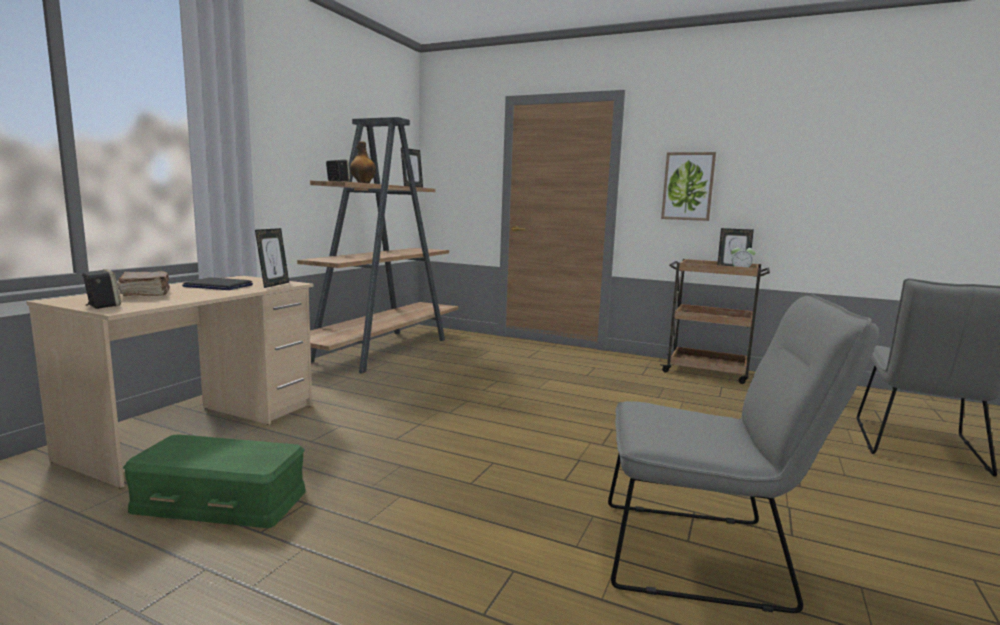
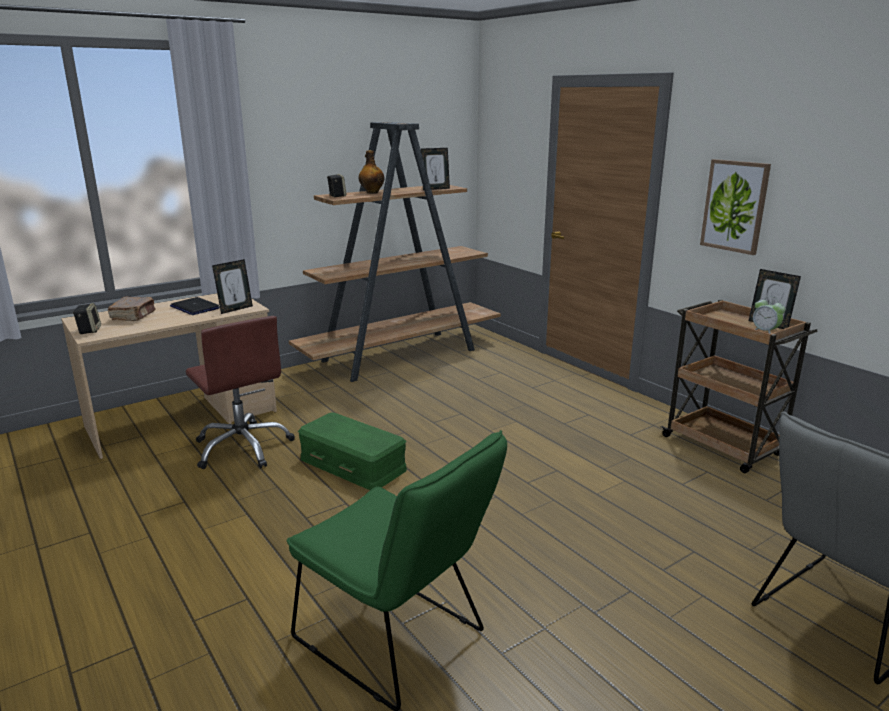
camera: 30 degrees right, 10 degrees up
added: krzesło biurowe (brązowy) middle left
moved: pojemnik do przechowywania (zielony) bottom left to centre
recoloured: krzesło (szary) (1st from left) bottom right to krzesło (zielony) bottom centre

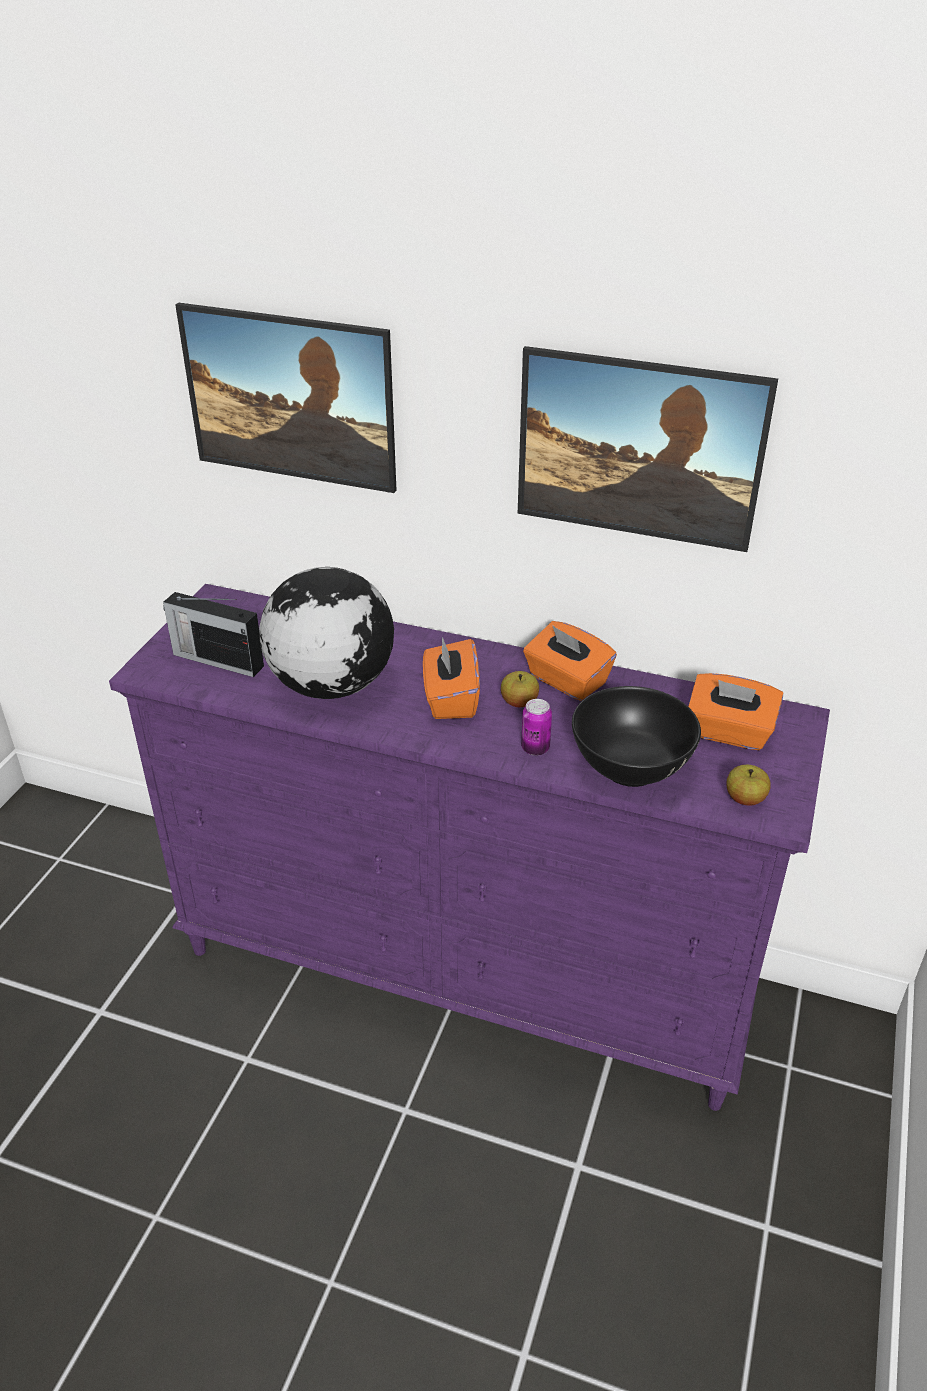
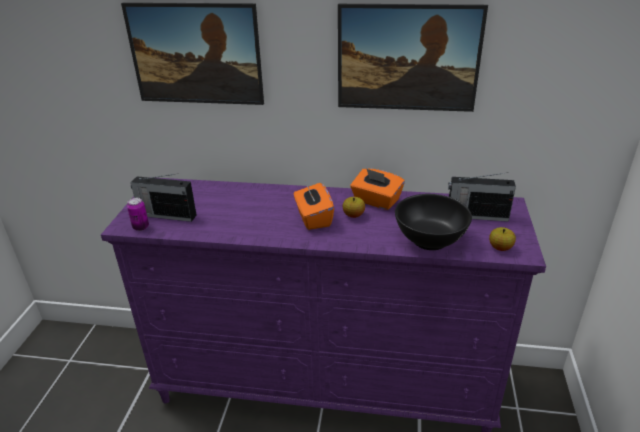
camera: 10 degrees left, 5 degrees down
removed: globus centre
moved: puszka centre to middle left
replaced: pudełko chusteczek (pomarańczowy) (3rd from left) middle right to radio (2nd from left) middle right

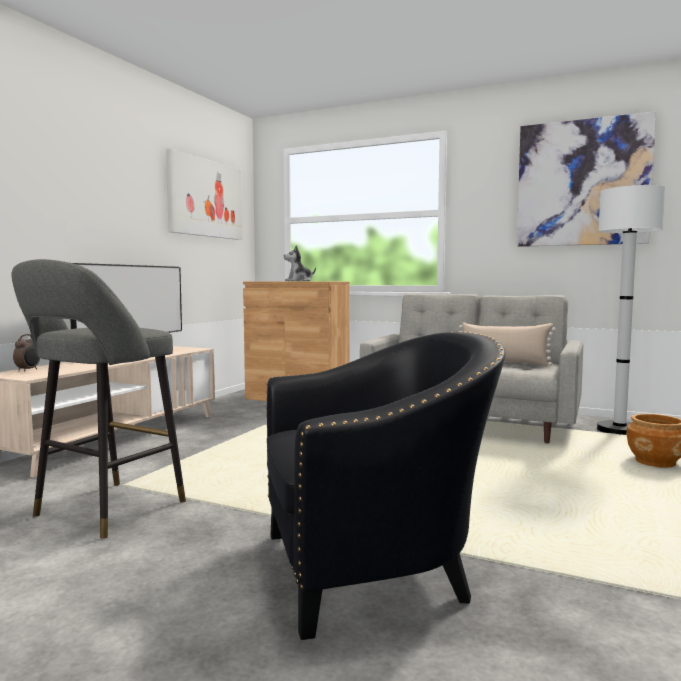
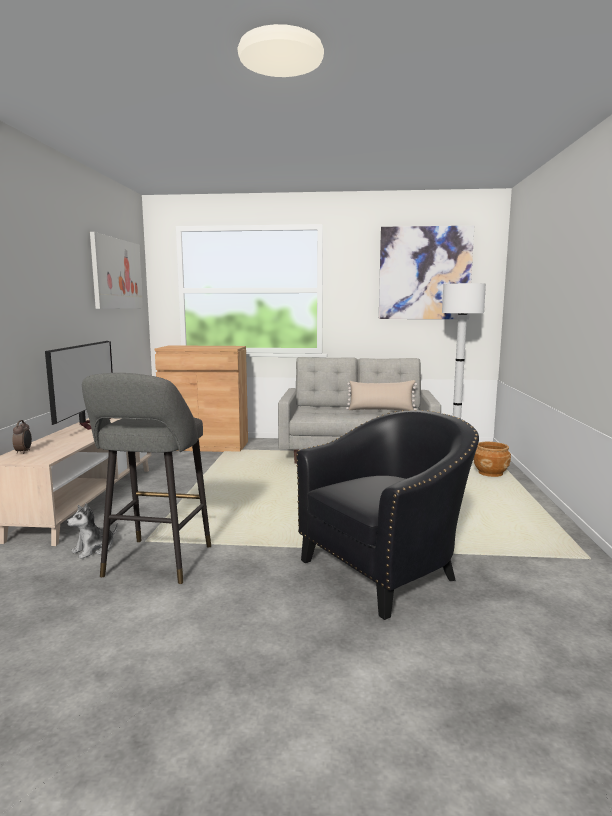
camera: 20 degrees left, 5 degrees up
moved: pluszak centre to middle left

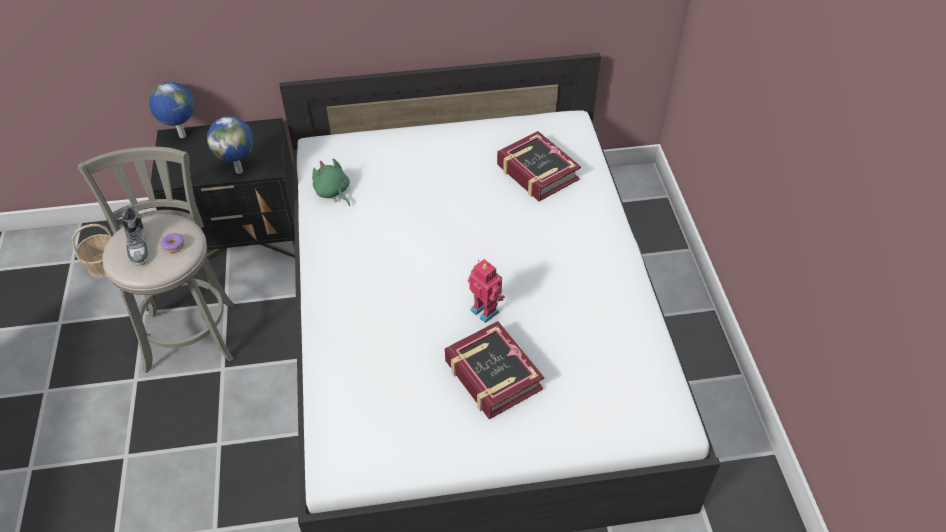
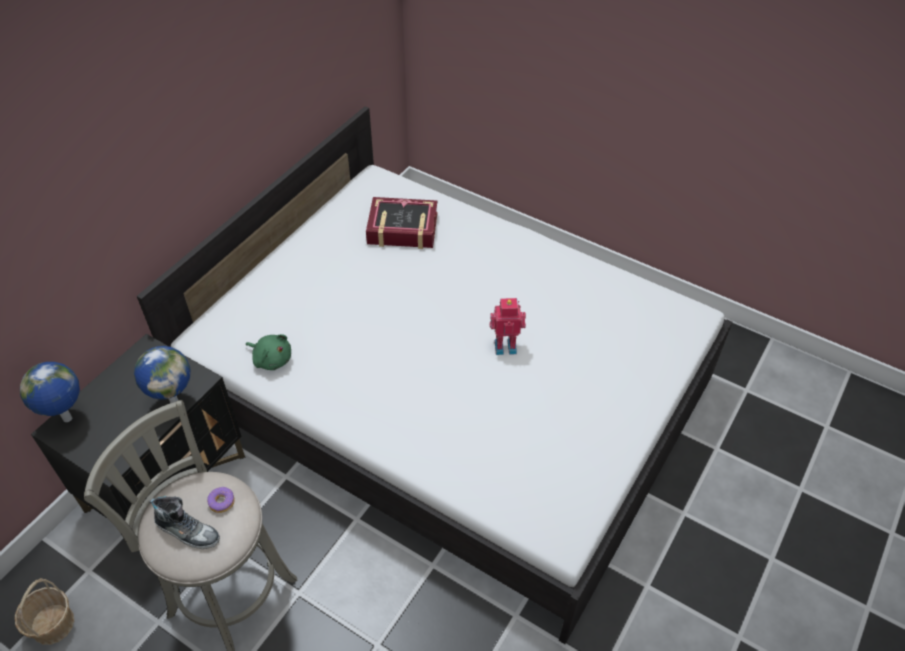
camera: 50 degrees left, 0 degrees up
removed: książka (1st from left) bottom centre
turned: pluszak (zielony) centre = middle left 150 degrees counterclockwise

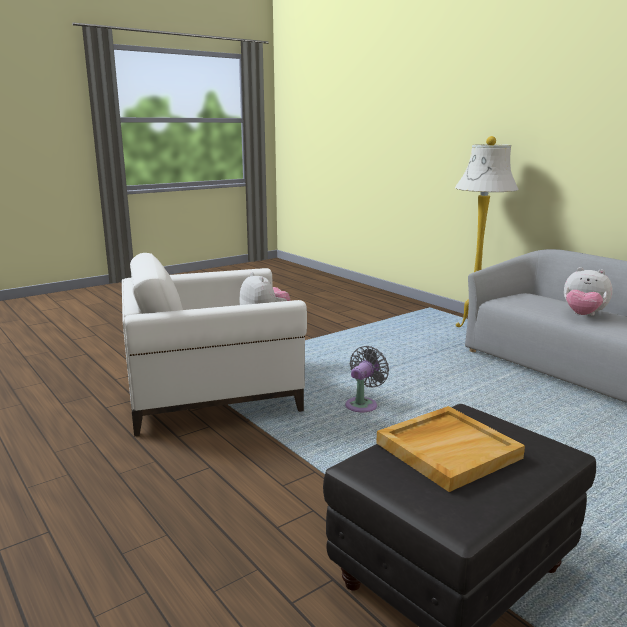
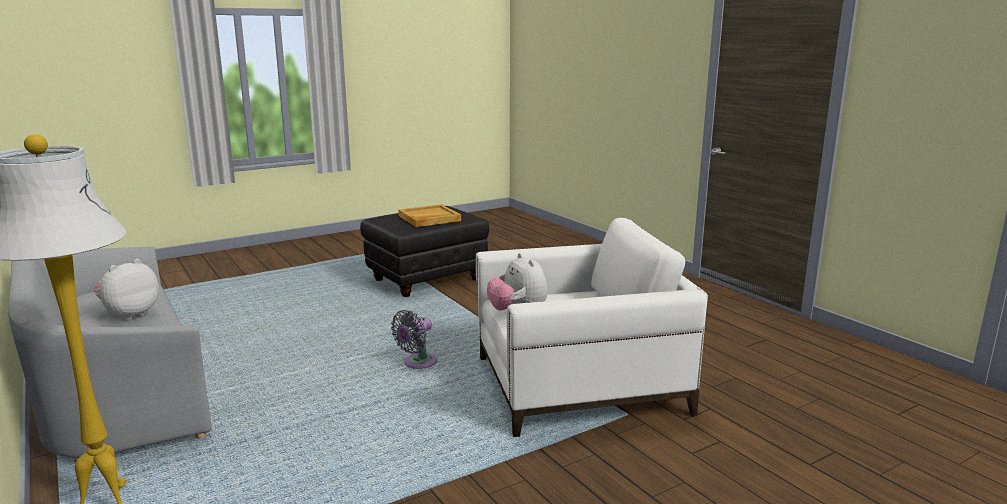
camera: 175 degrees left, 0 degrees up
turned: pluszak (2nd from left in the first image) middle right = middle left 90 degrees counterclockwise

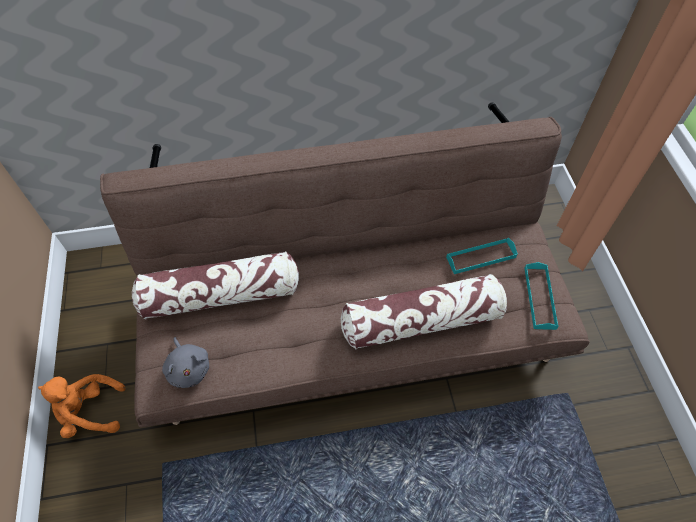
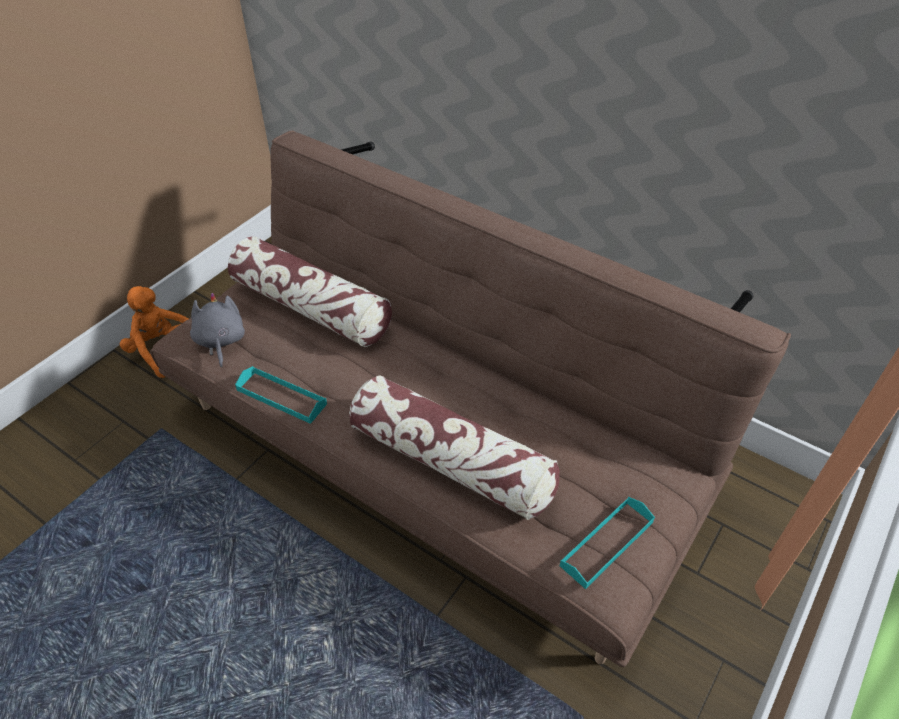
camera: 45 degrees right, 10 degrees down
moved: taca (turkusowy) (1st from left) middle right to middle left
turned: pluszak (szary) bottom left = middle left 150 degrees clockwise

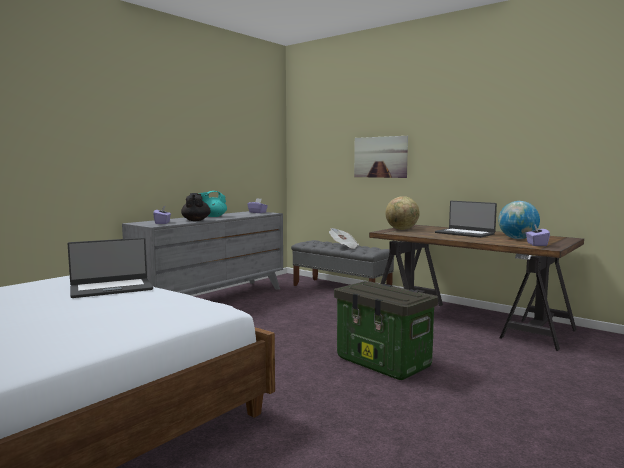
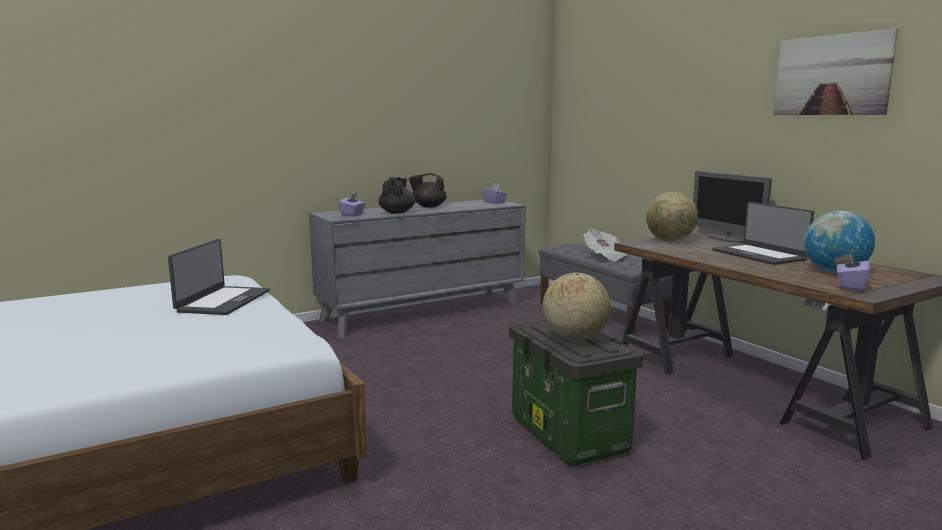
camera: 20 degrees right, 5 degrees up
added: globus (1st from left) centre; monitor middle right
moved: obraz centre to top right
recoloured: imbryk (turkusowy) centre to imbryk (czarny) (2nd from left) centre
turned: laptop (1st from left) middle left = middle left 75 degrees counterclockwise

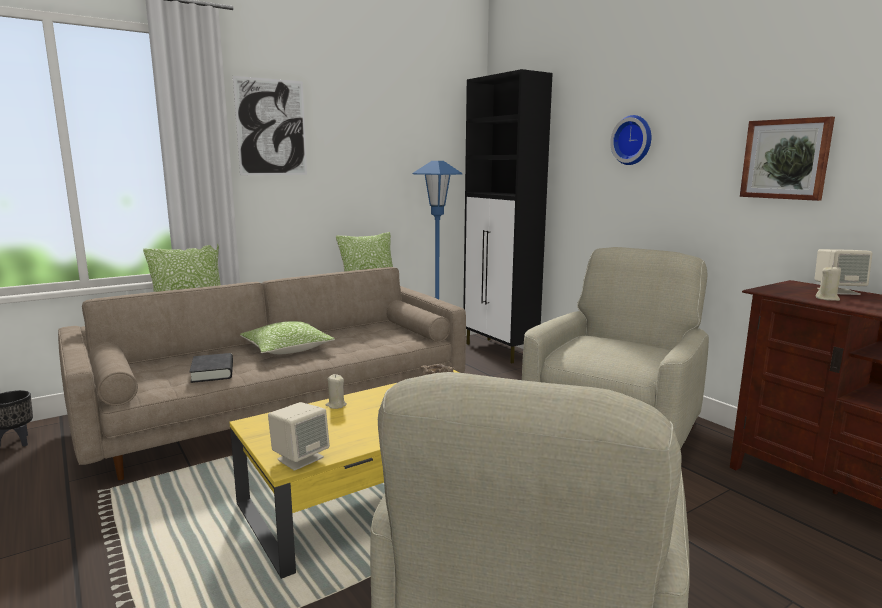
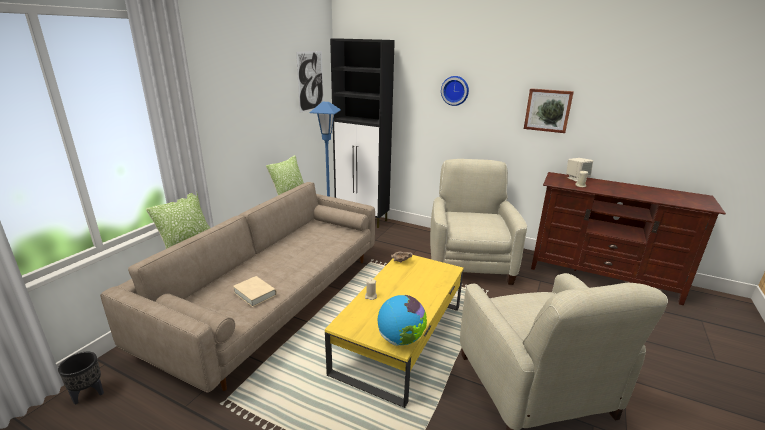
camera: 30 degrees left, 10 degrees up
removed: poduszka (2nd from left) middle left
moved: obraz (1st from left) top left to top centre
replaced: głośnik (beżowy) (1st from left) bottom centre to globus bottom centre
recoloured: książka (czarny) middle left to książka (beżowy) bottom centre

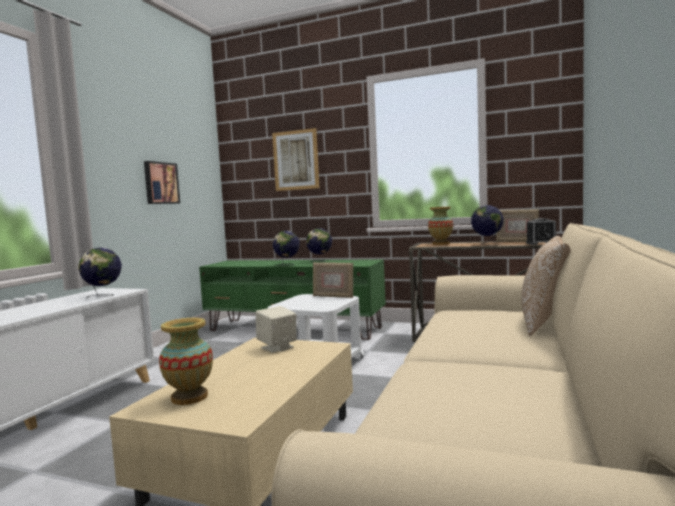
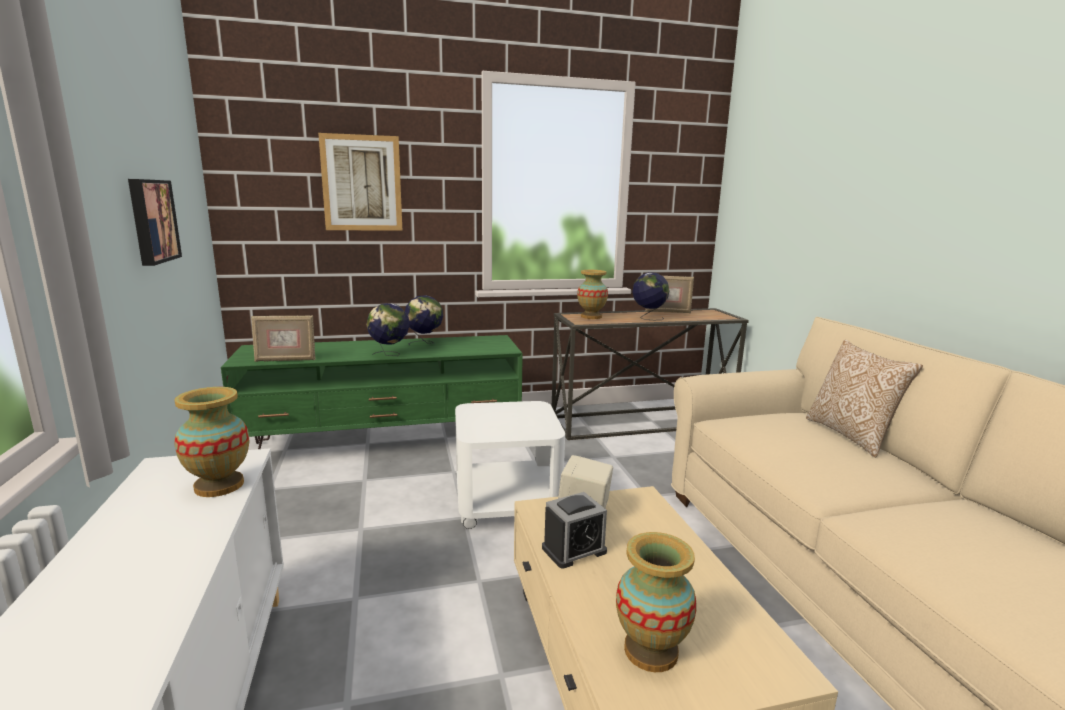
camera: 35 degrees left, 10 degrees up
moved: ramka na zdjęcie (1st from left) centre to middle left; budzik middle right to bottom centre
replaced: globus (1st from left) middle left to wazon (1st from left) middle left

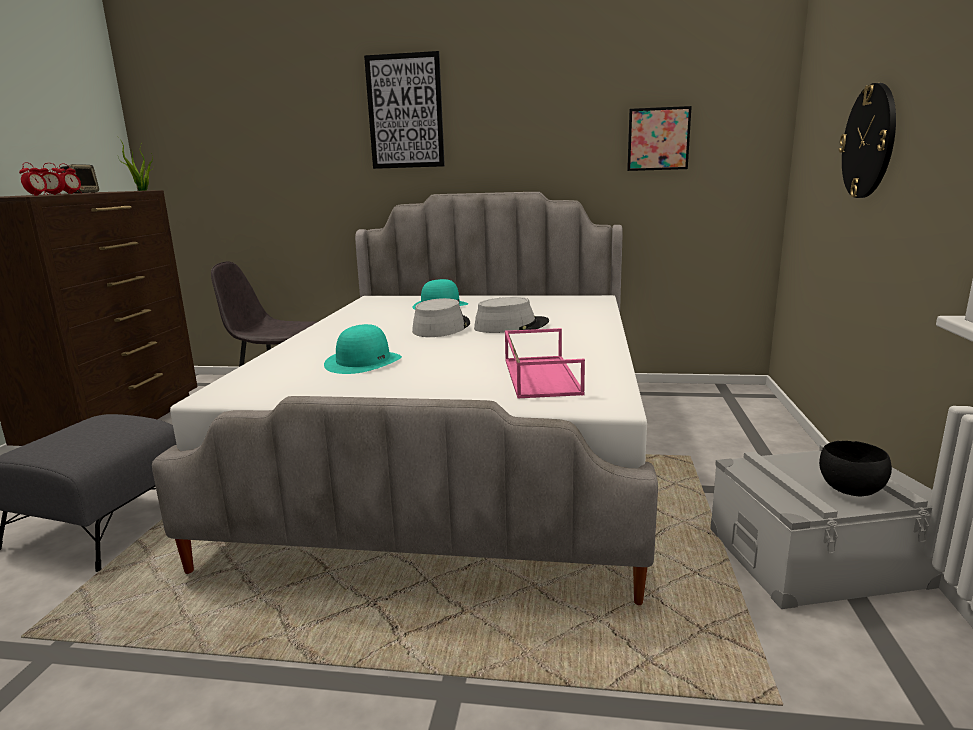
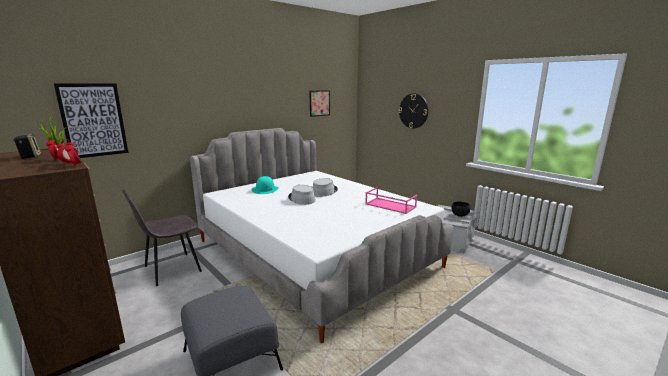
camera: 50 degrees left, 0 degrees up
removed: kapelusz (turkusowy) (1st from left) centre
moved: obraz (1st from left) top centre to top left

